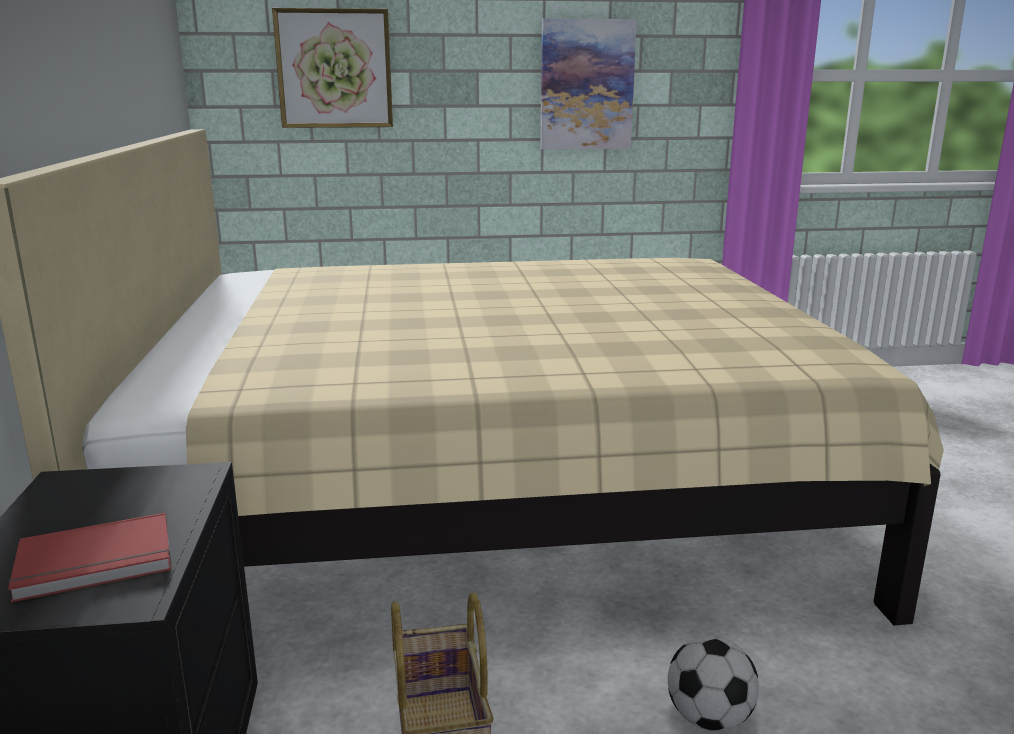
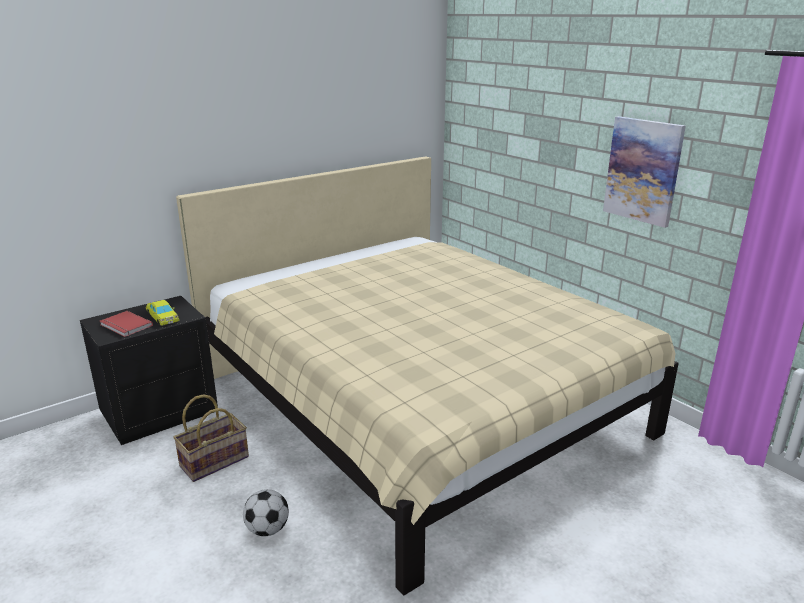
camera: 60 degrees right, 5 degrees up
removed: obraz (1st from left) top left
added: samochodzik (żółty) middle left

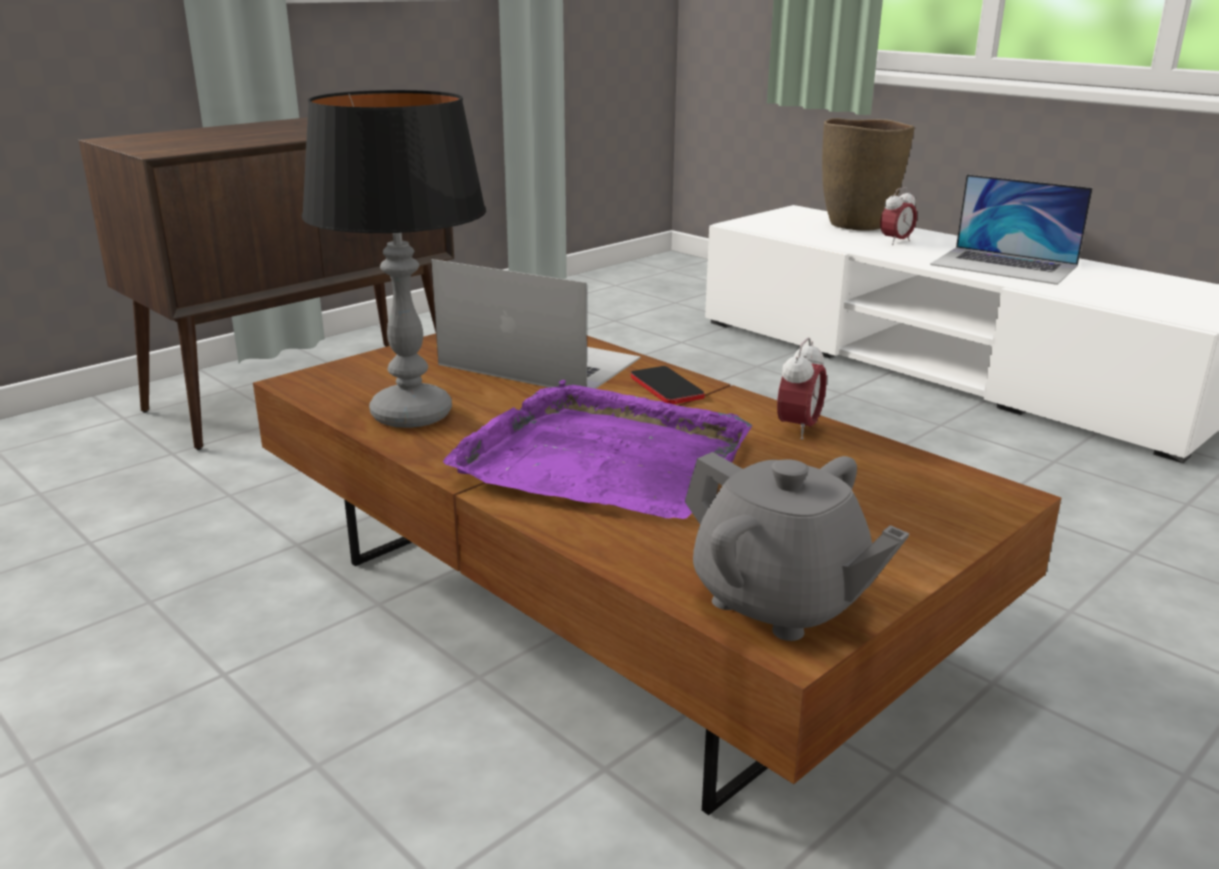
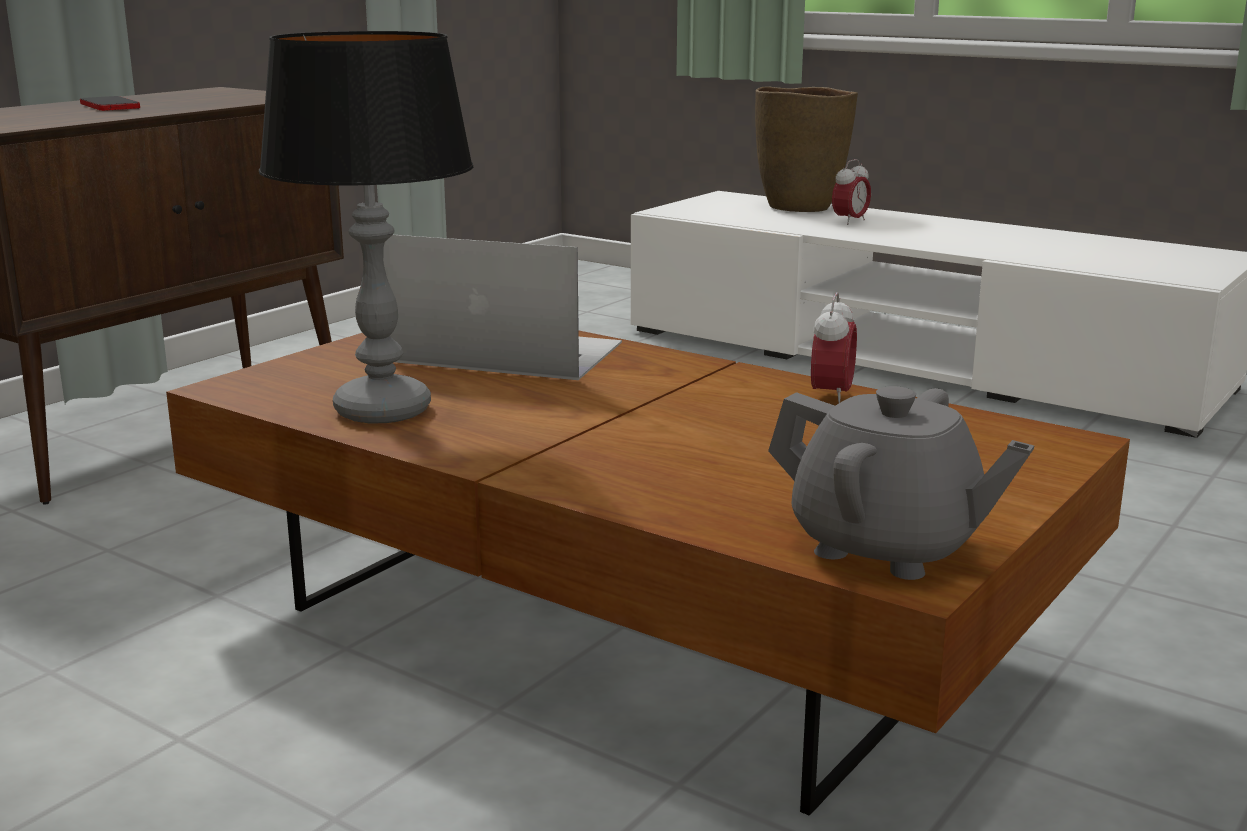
camera: 10 degrees left, 5 degrees down
removed: taca (fioletowy) centre; laptop (2nd from left) top right
moved: telefon centre to top left

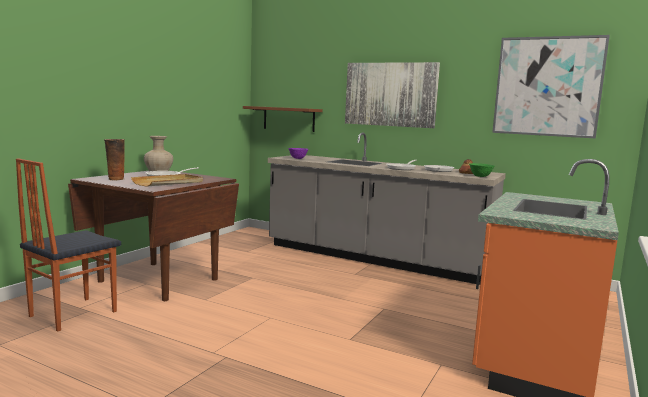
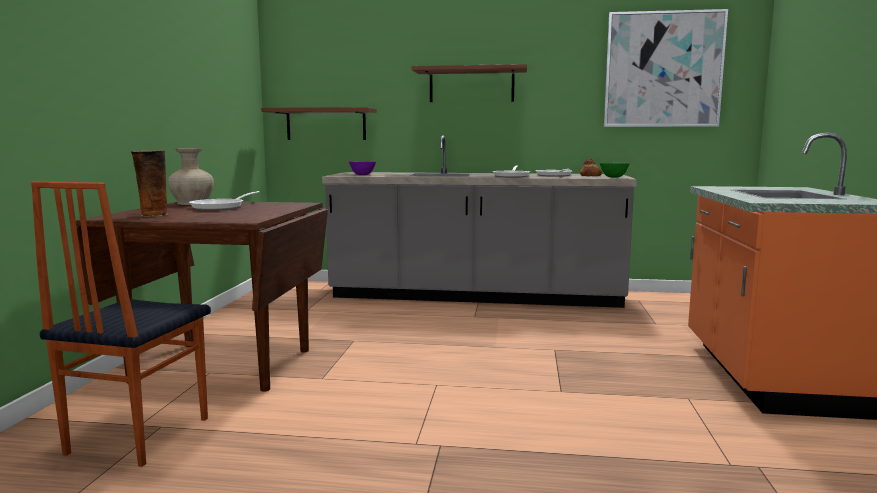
camera: 20 degrees left, 0 degrees up
removed: taca (beżowy) middle left
replaced: obraz (1st from left) top centre to półka (brązowy) (2nd from left) top centre

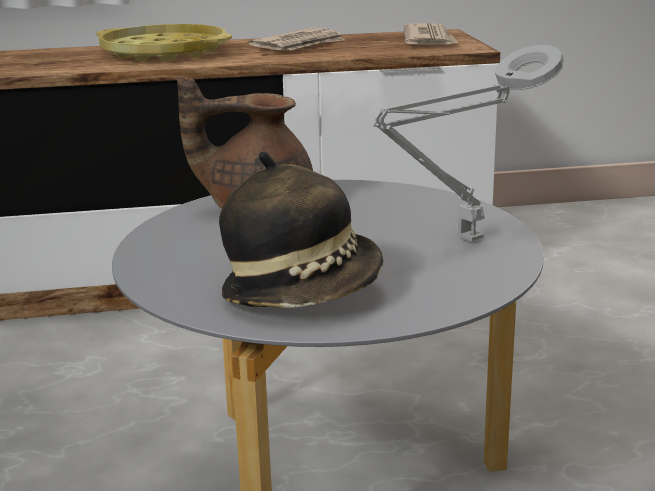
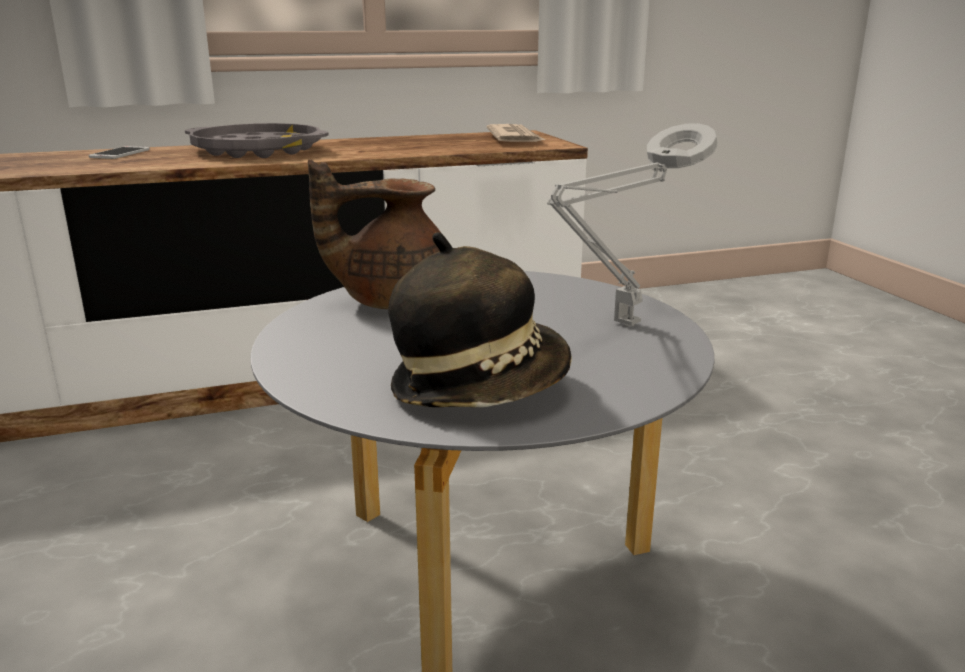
camera: 10 degrees left, 0 degrees up
removed: gazeta (1st from left) top centre
added: telefon top left
recoloured: taca (żółty) top left to taca (szary) top left

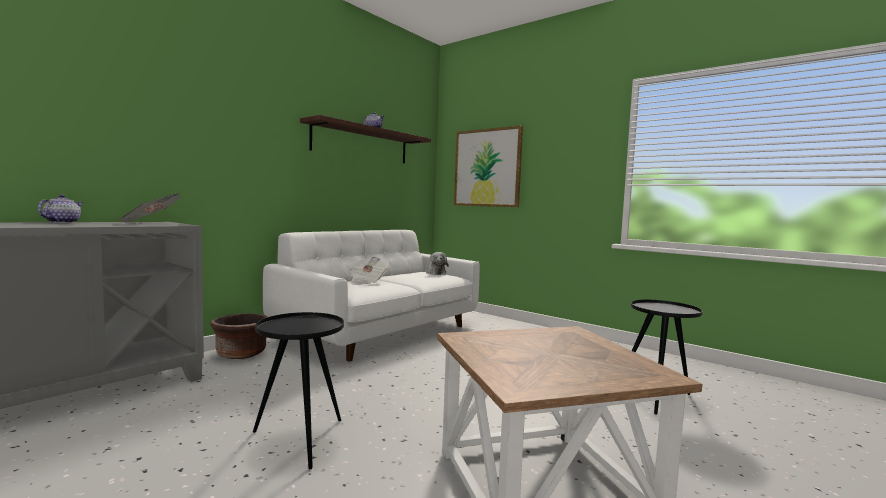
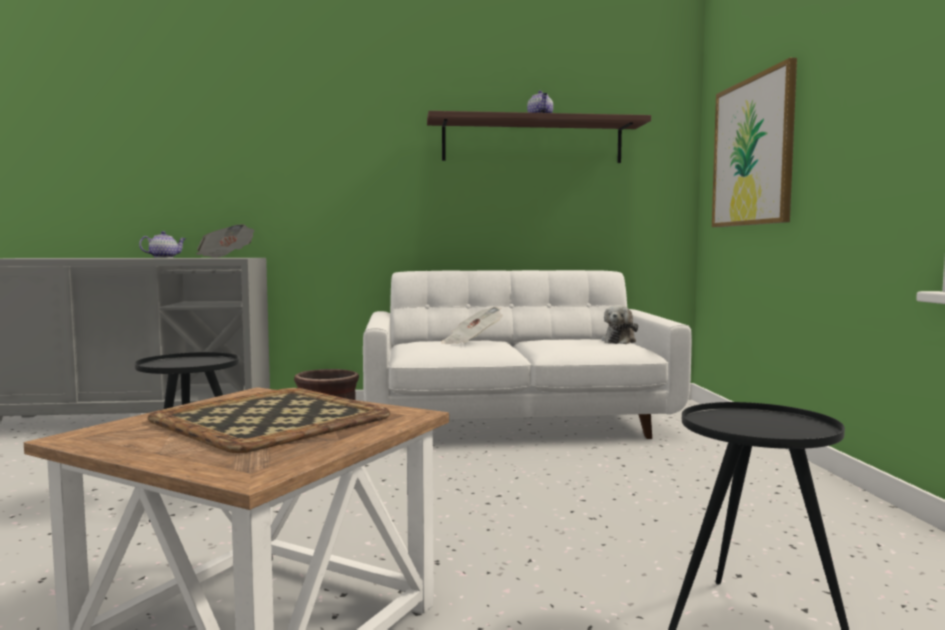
camera: 45 degrees right, 0 degrees up
added: taca bottom left

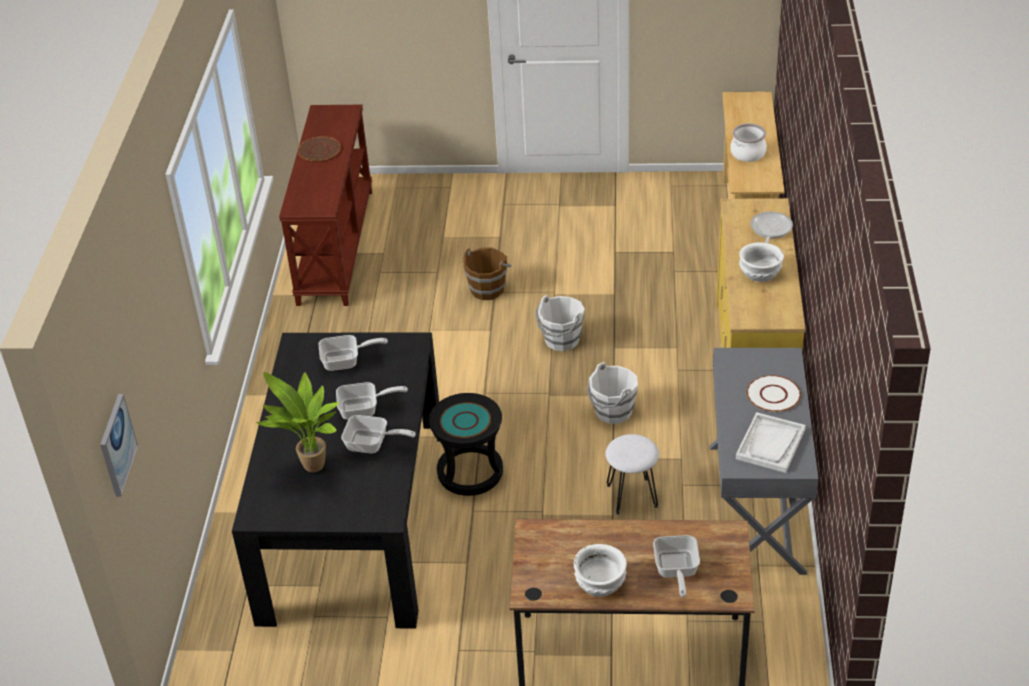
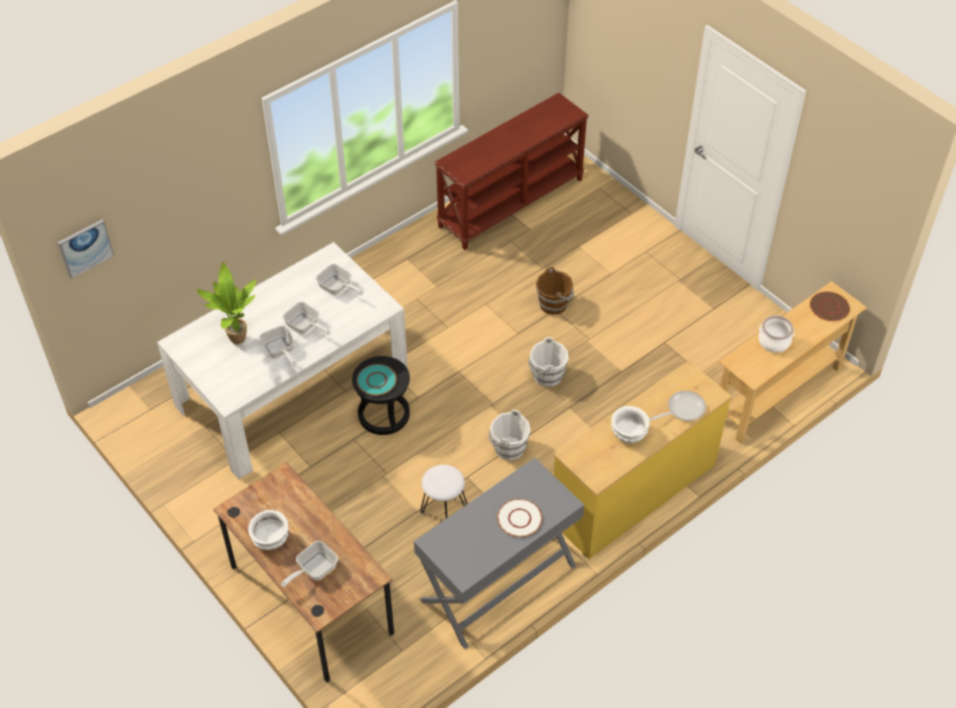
camera: 45 degrees right, 10 degrees up
removed: taca (biały) middle right
moved: talerz (brązowy) top left to middle right
recoloured: stół jadalny (czarny) bottom left to stół jadalny (biały) middle left

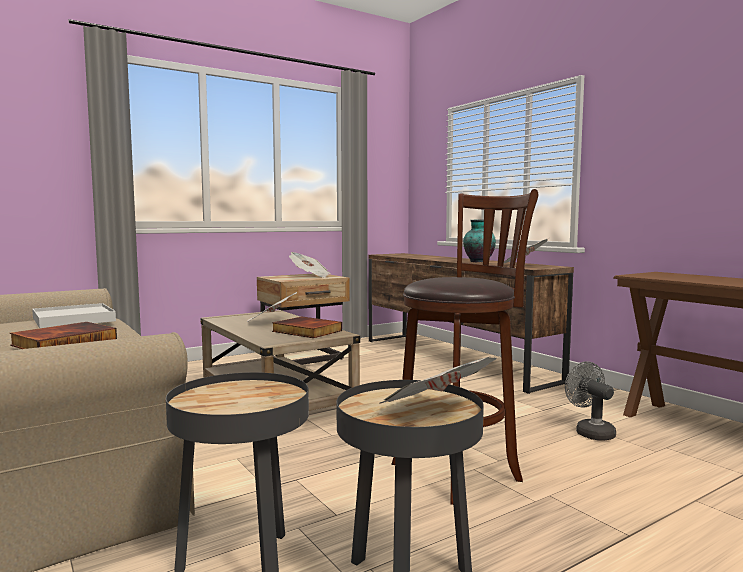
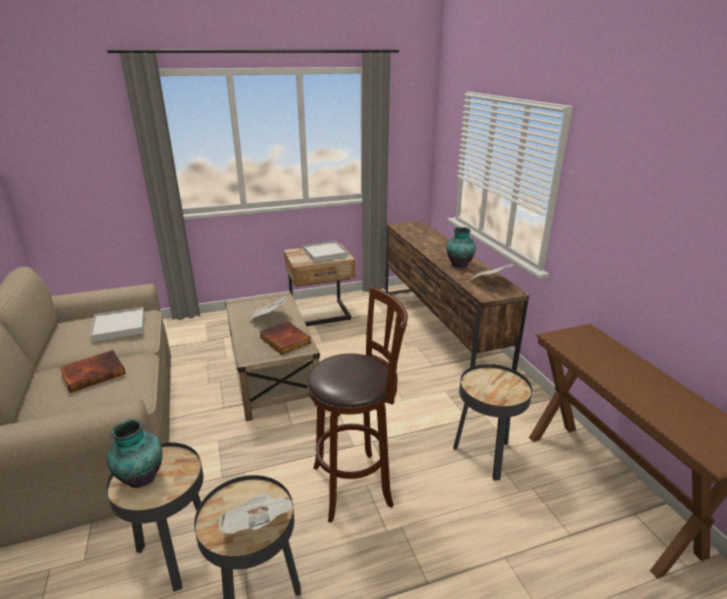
camera: 15 degrees right, 20 degrees up
added: wazon (1st from left) bottom left
replaced: gazeta (2nd from left) centre to taca (biały) (2nd from left) centre; wentylator (szary) bottom right to stolik (czarny) (3rd from left) bottom right

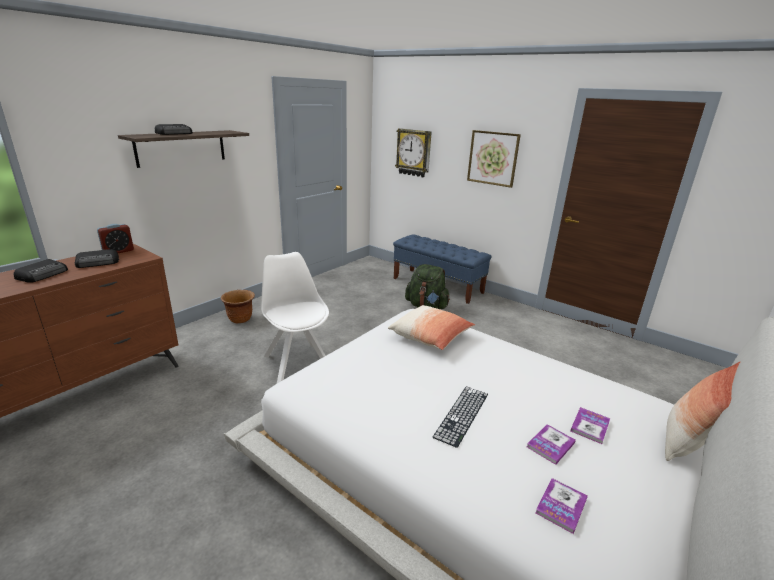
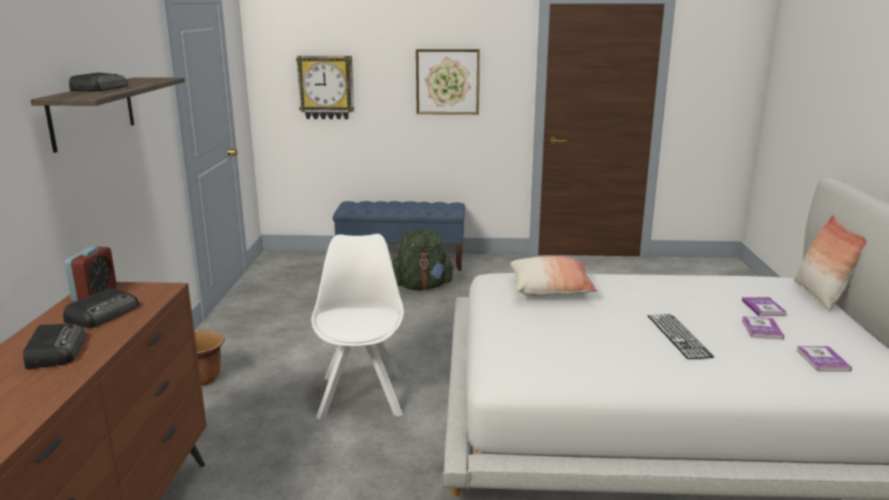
camera: 35 degrees left, 5 degrees down
turned: krzesło (biały) centre = centre 60 degrees clockwise

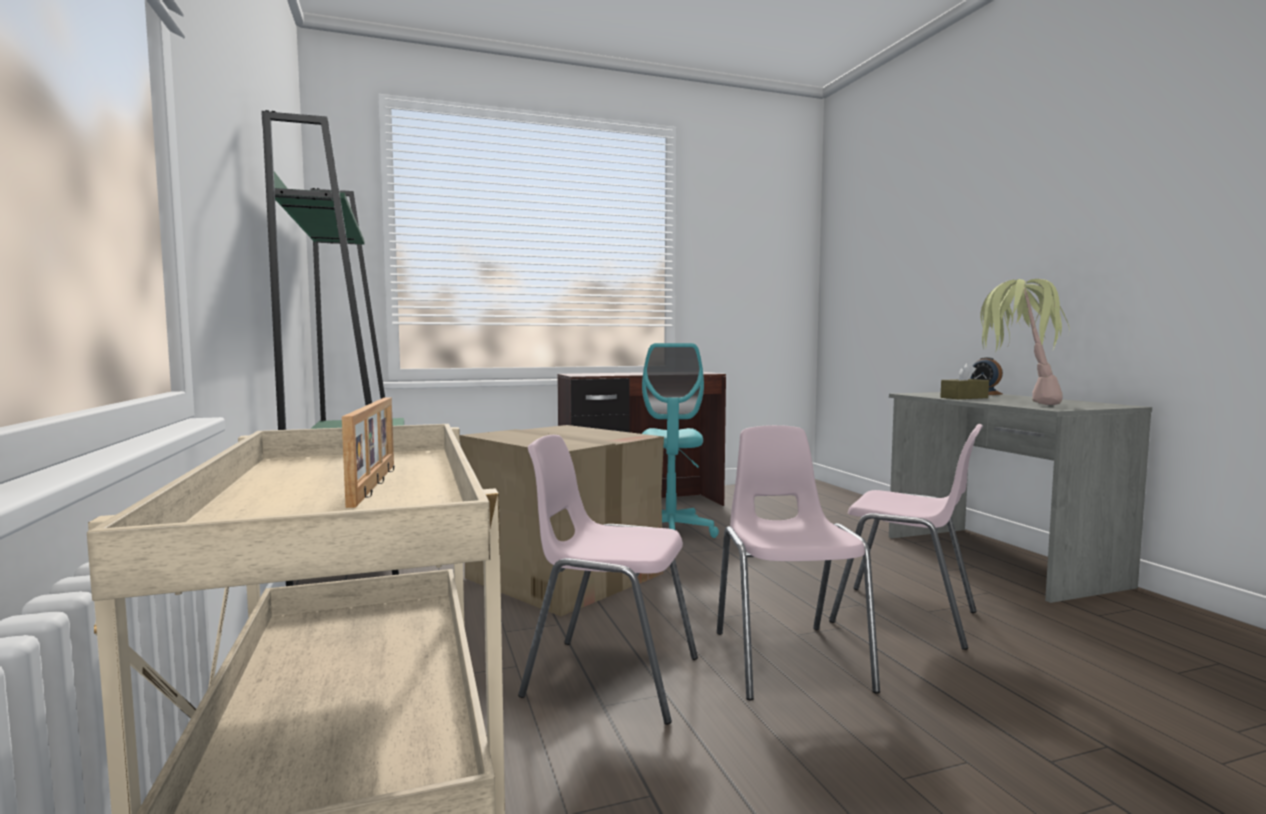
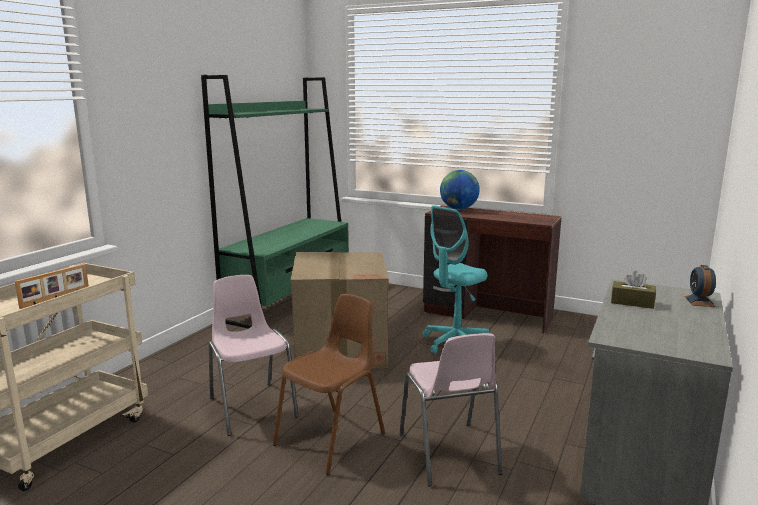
camera: 45 degrees right, 10 degrees up
removed: roślina doniczkowa middle right
added: globus centre
recoloured: krzesło (różowy) (2nd from left) bottom centre to krzesło (brązowy) bottom centre

